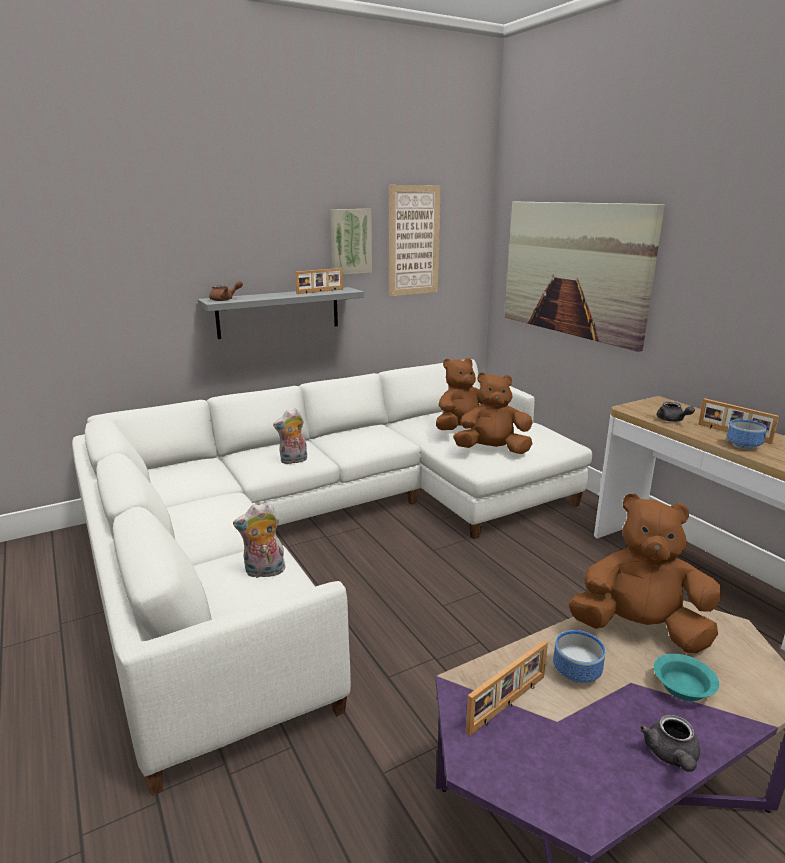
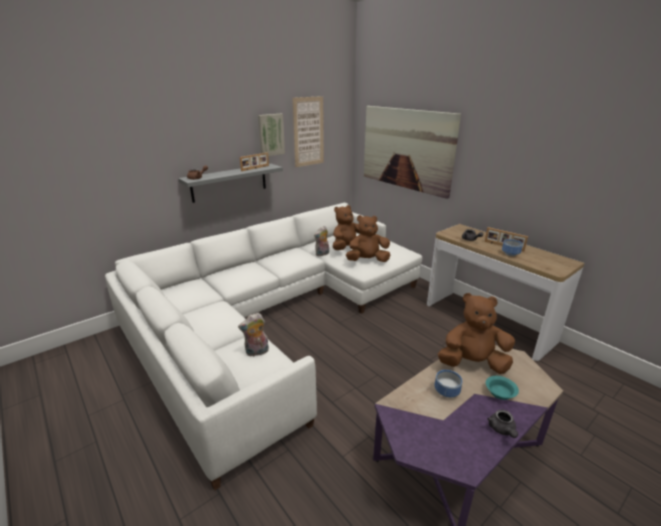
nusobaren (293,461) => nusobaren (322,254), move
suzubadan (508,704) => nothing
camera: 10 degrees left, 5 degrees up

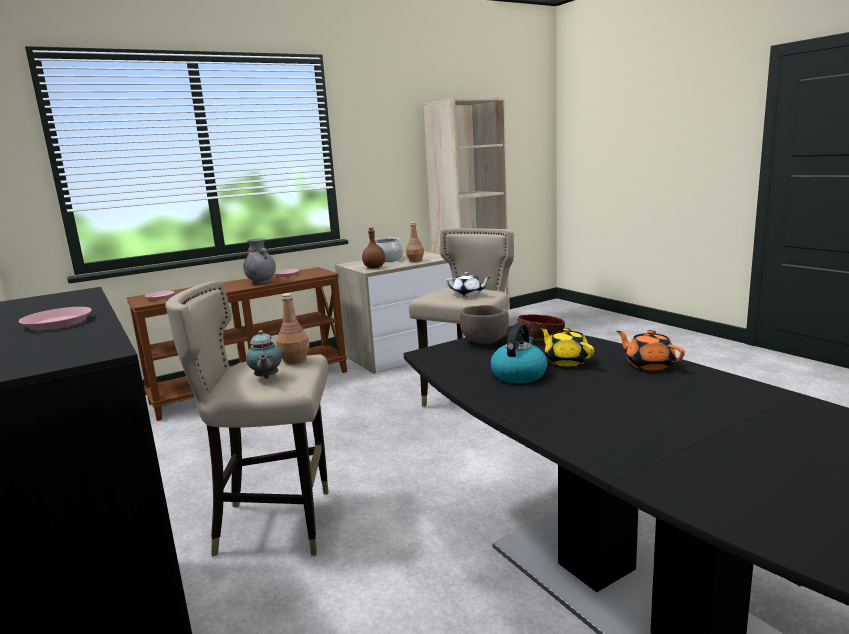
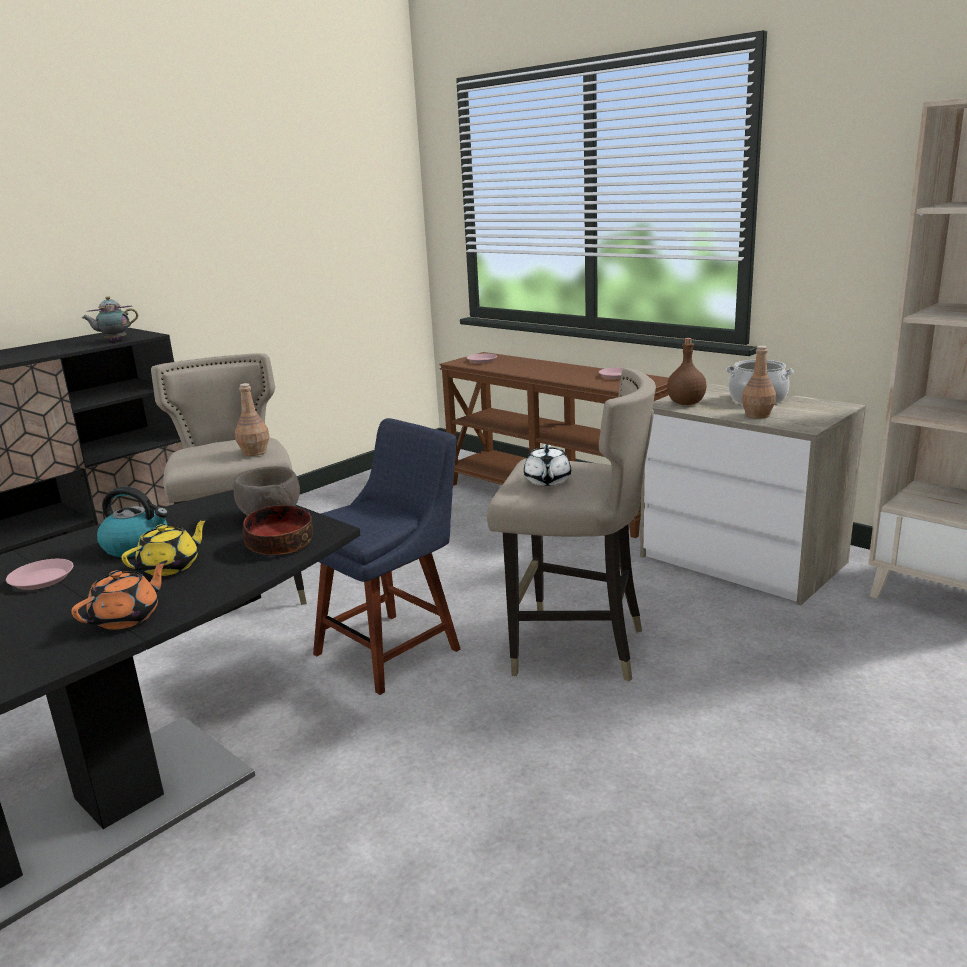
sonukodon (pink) (57,323) => sonukodon (pink) (42,579), move
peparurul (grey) (262,282) => nothing
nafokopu (266,378) => nafokopu (114,341), move
nothing => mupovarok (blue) (392,648)
camera: 75 degrees right, 5 degrees up

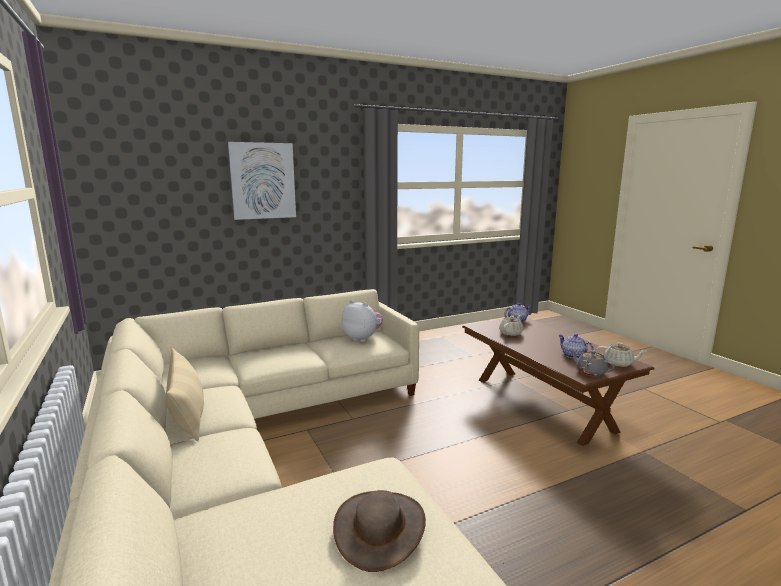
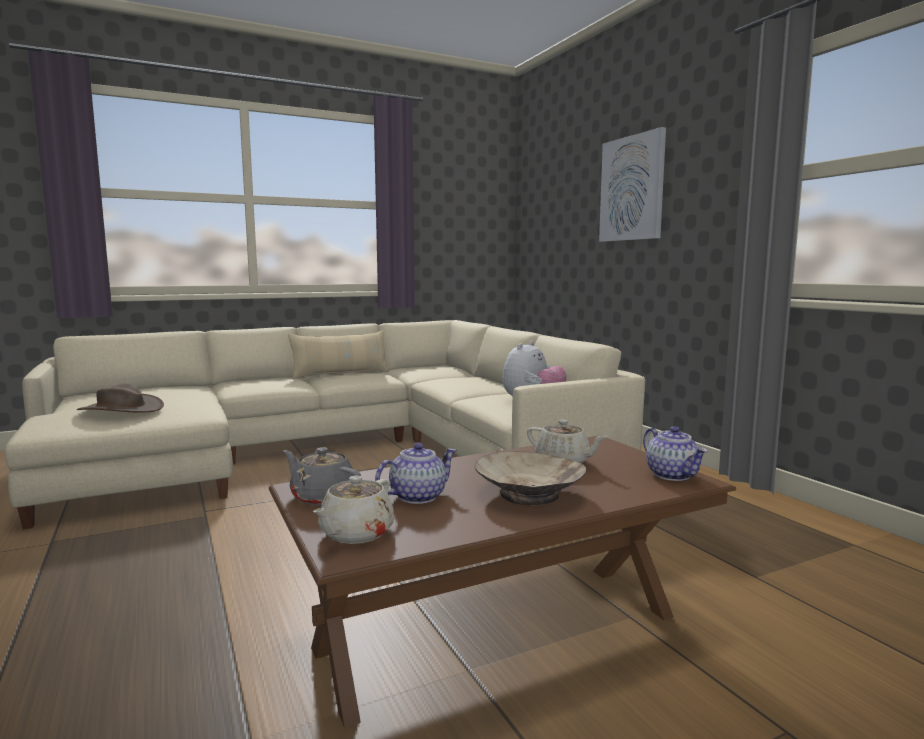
nafokopu (grey) (590,372) => nafokopu (grey) (322,497), 105 degrees counterclockwise
nothing => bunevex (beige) (530,494)
camera: 90 degrees right, 5 degrees down

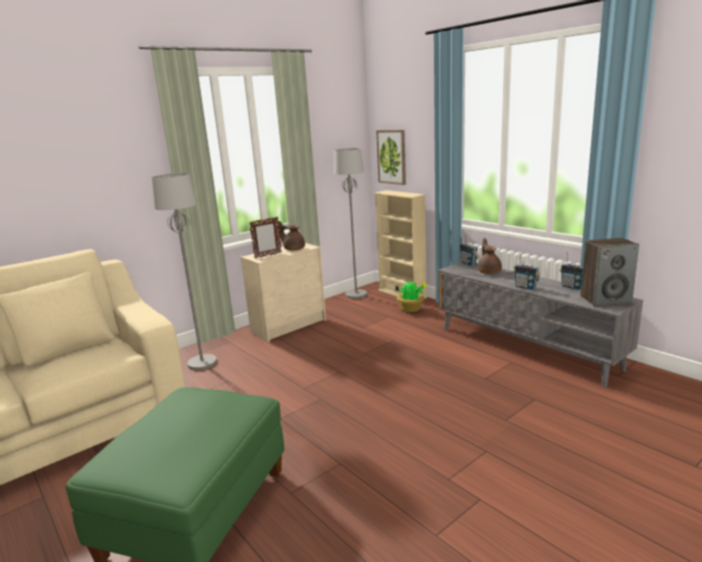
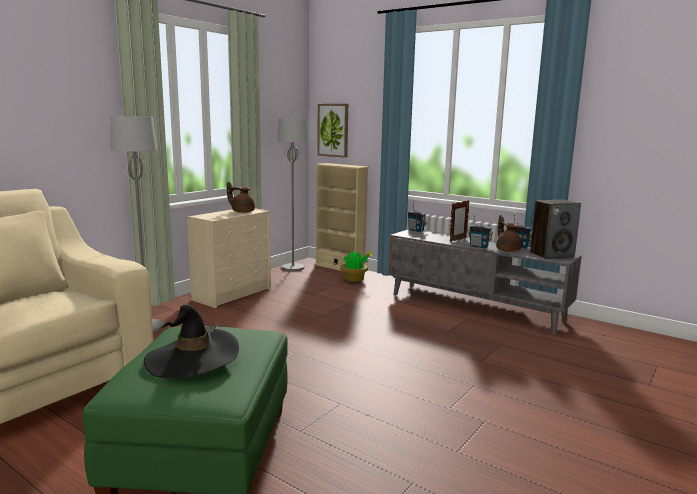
suzubadan (267,255) => suzubadan (457,240), move
nafokopu (brown) (489,272) => nafokopu (brown) (507,250), move
nothing => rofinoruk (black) (192,359)
camera: 15 degrees left, 5 degrees down

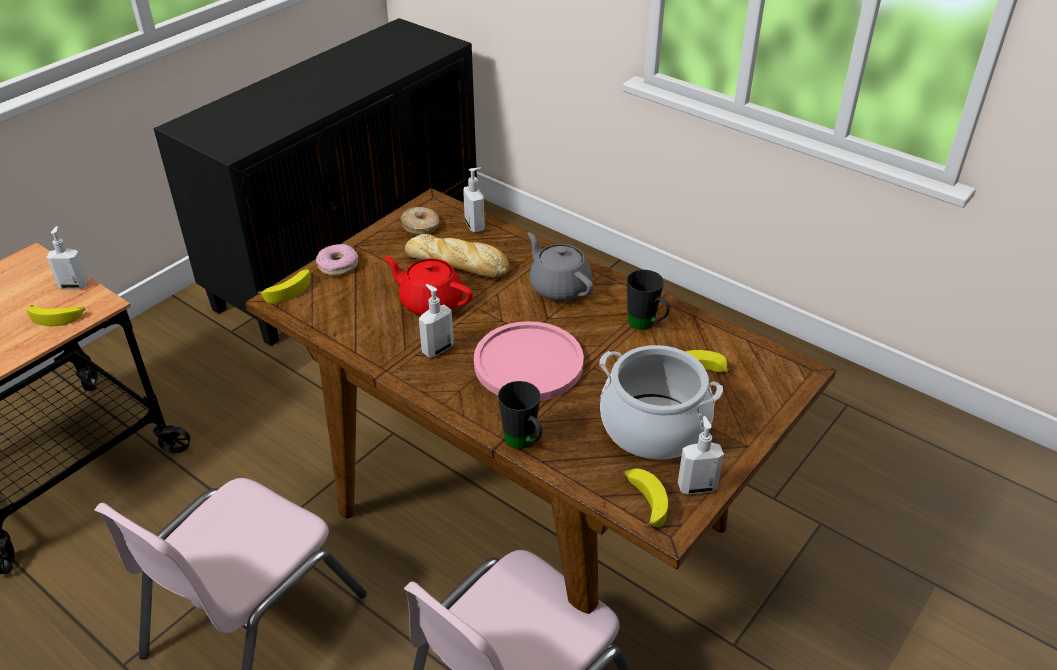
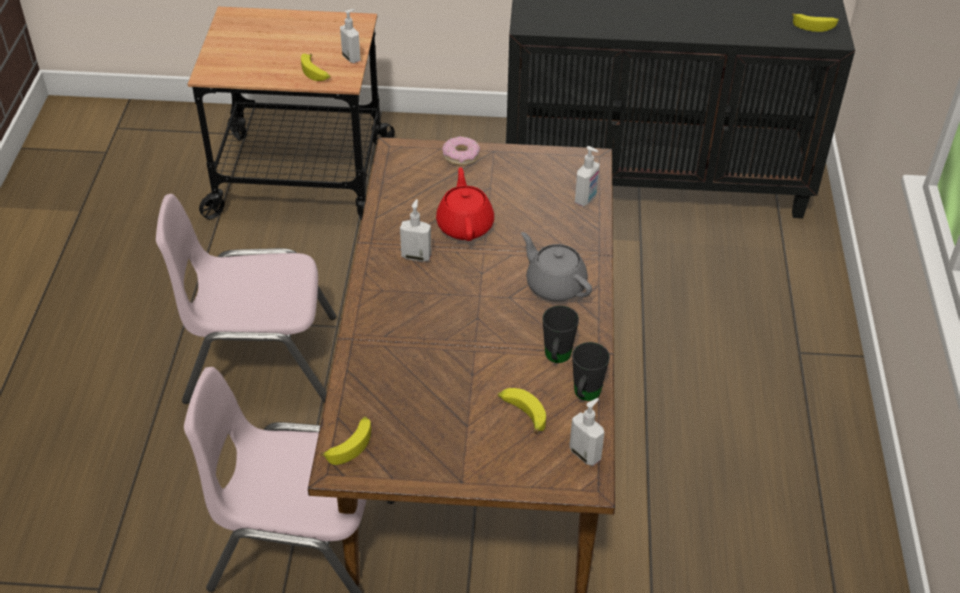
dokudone (289,290) => dokudone (815,25), move
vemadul (421,226) => nothing
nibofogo (459,264) => nothing
sonukodon (pink) (528,363) => nothing
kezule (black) (524,443) => kezule (black) (585,396), move
nafokopu (grey) (559,287) => nafokopu (grey) (555,285), 60 degrees counterclockwise
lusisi (654,427) => nothing
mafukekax (696,486) => mafukekax (585,454), move
camera: 55 degrees right, 5 degrees up

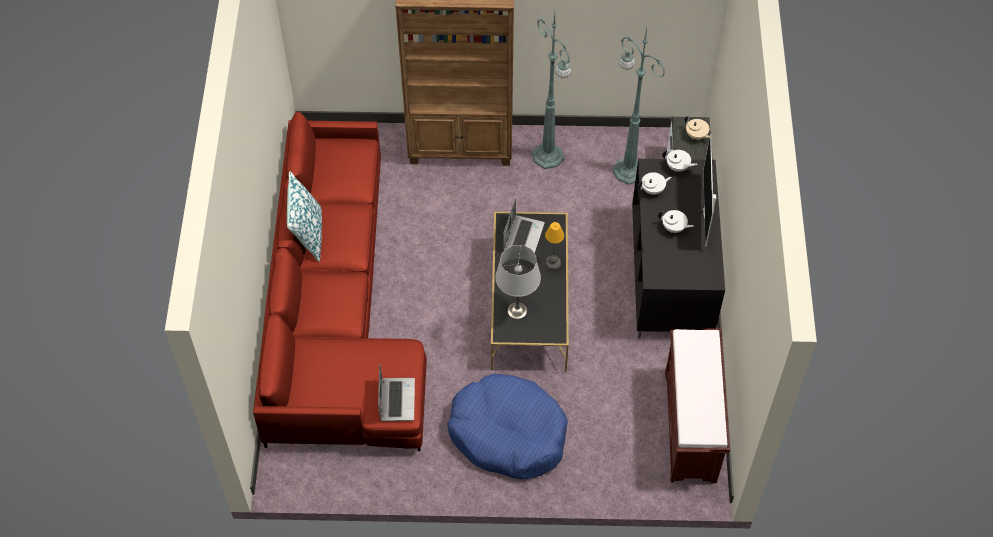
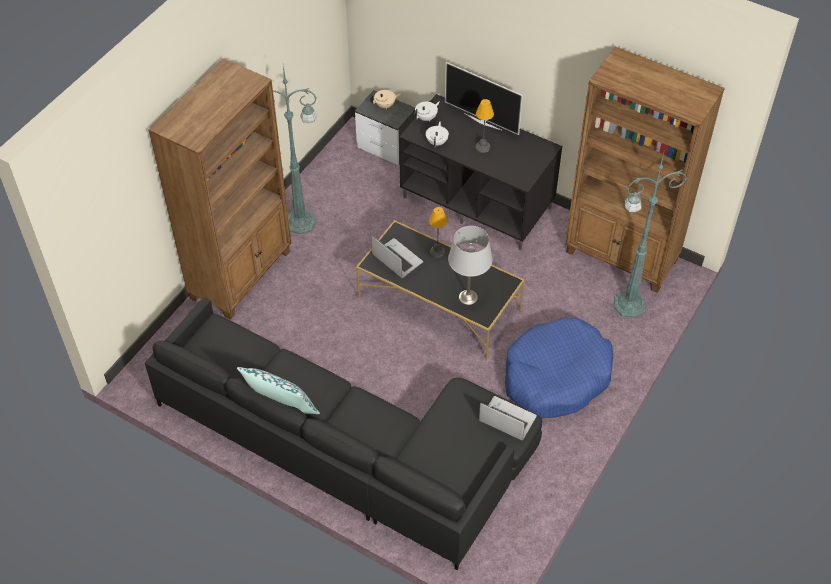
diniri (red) (336,314) => diniri (black) (351,448)
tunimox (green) (627,170) => tunimox (green) (627,305), move
nafokopu (white) (674,228) => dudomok (483,147)
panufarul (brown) (691,427) => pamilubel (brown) (622,257)
camera: 60 degrees left, 5 degrees down

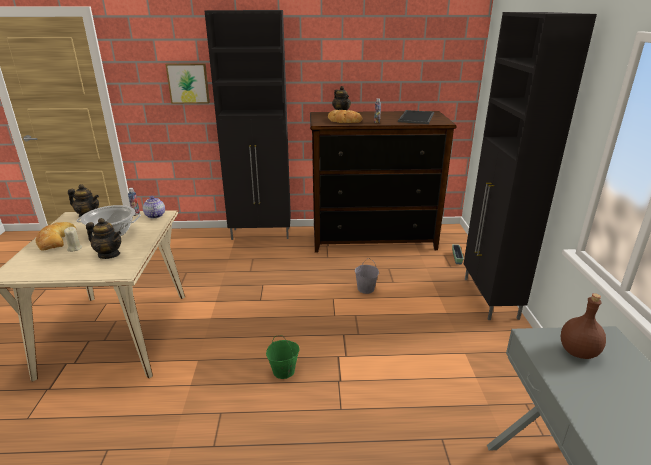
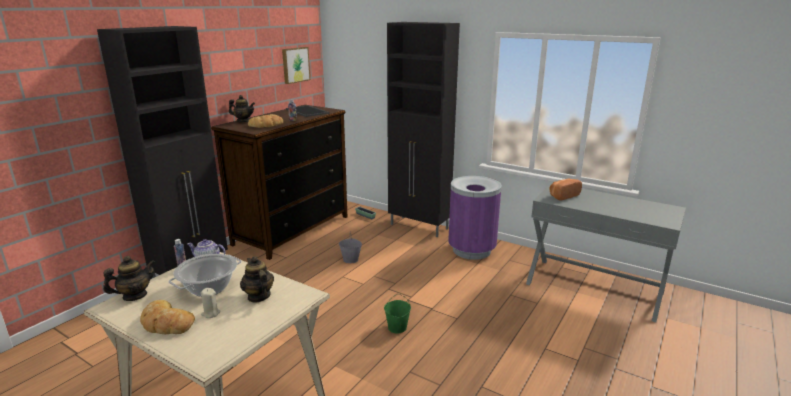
nafokopu (109,254) => nafokopu (258,296), 90 degrees counterclockwise
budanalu (188,83) => budanalu (295,65), move
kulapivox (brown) (579,352) => nibofogo (562,196)
nothing => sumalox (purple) (471,250)
camera: 55 degrees left, 5 degrees down

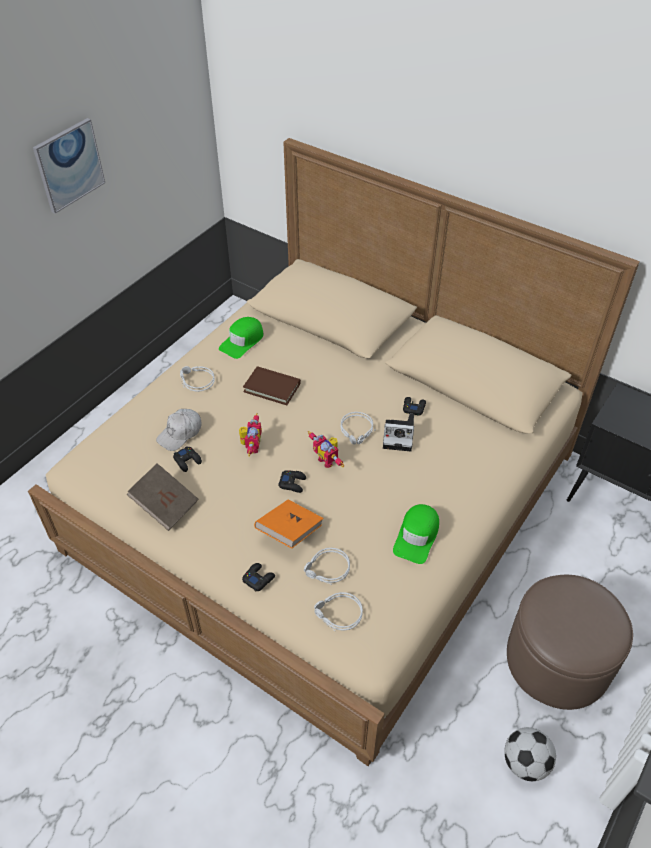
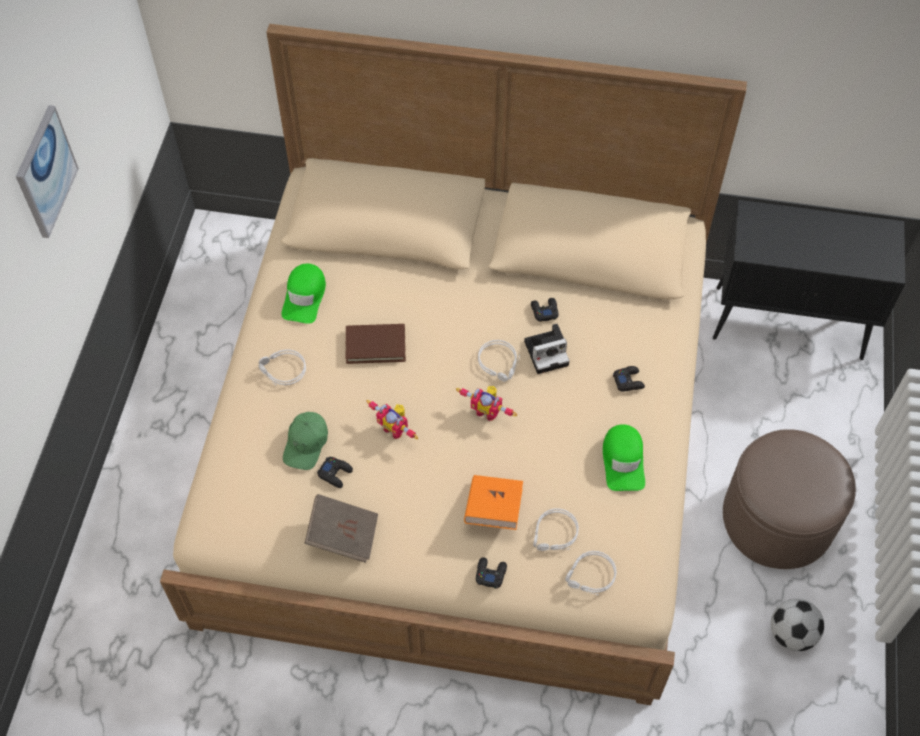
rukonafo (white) (180,433) => rukonafo (green) (306,444)
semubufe (251,447) => semubufe (395,428), 150 degrees clockwise
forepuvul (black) (292,483) => forepuvul (black) (628,381), move
camera: 25 degrees left, 10 degrees up

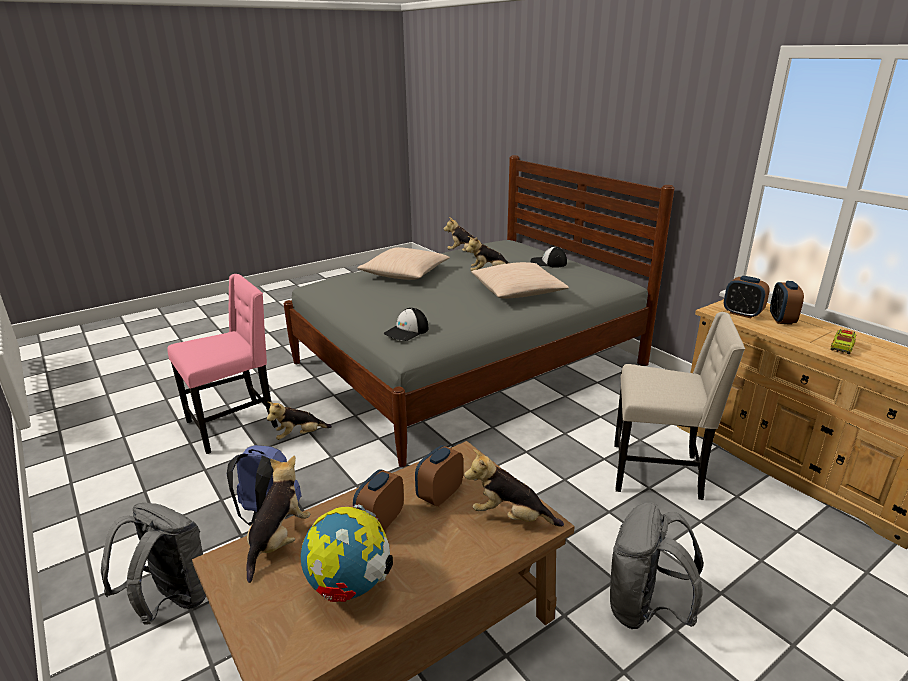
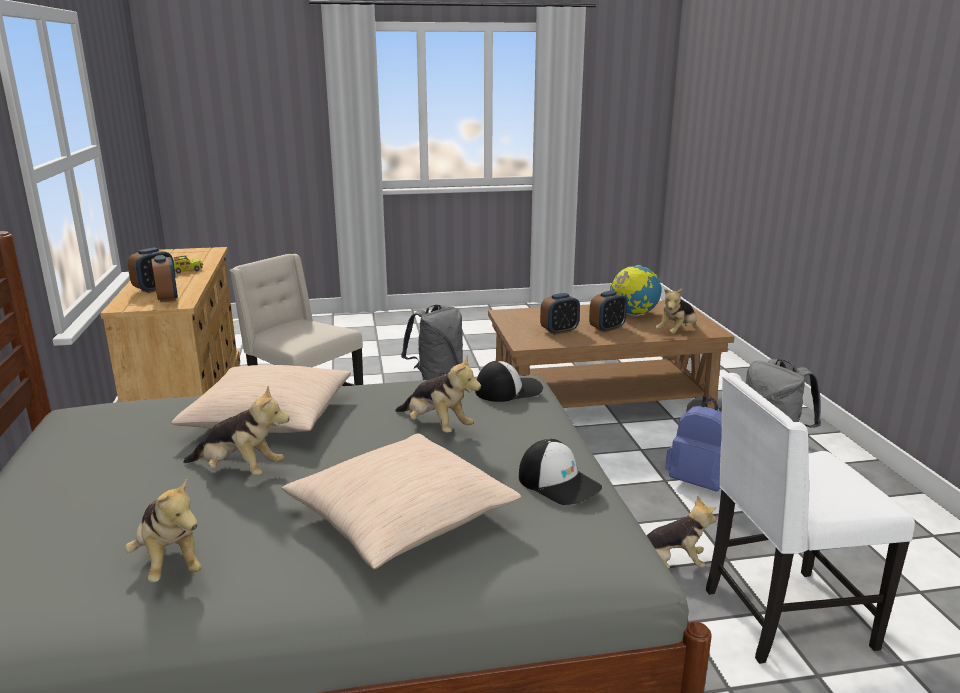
mupovarok (pink) (234,424) => mupovarok (white) (783,618)
nusobaren (511,517) => nusobaren (436,427), move
rukonafo (548,263) => rukonafo (559,483), move
camera: 155 degrees left, 5 degrees down

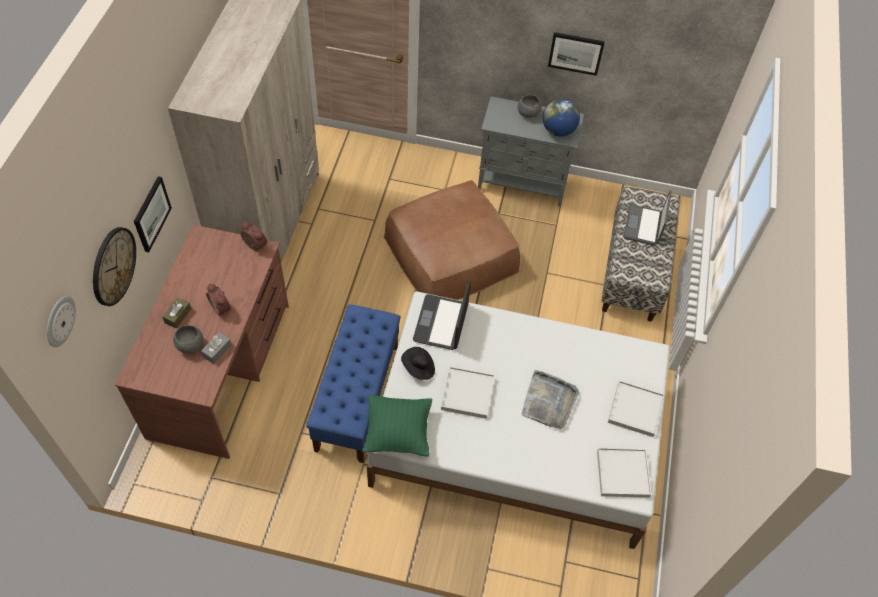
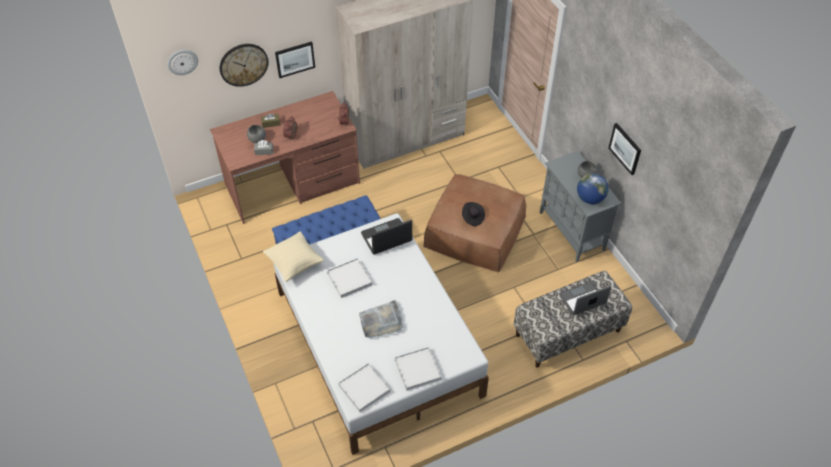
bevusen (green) (398,433) => bevusen (beige) (294,263)
rofinoruk (black) (418,368) => rofinoruk (black) (472,217), move
camera: 55 degrees right, 5 degrees down

